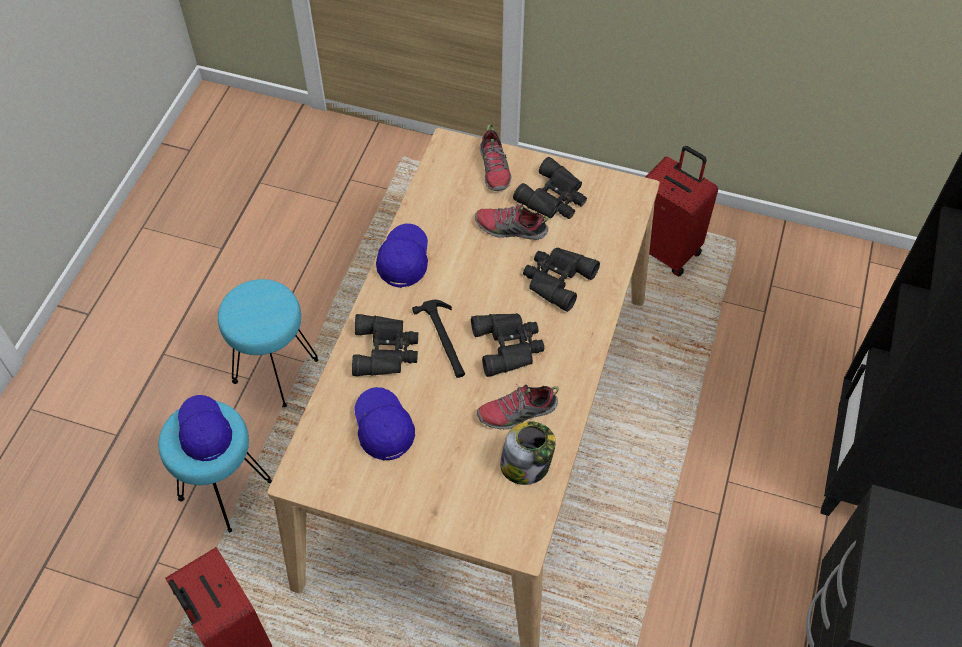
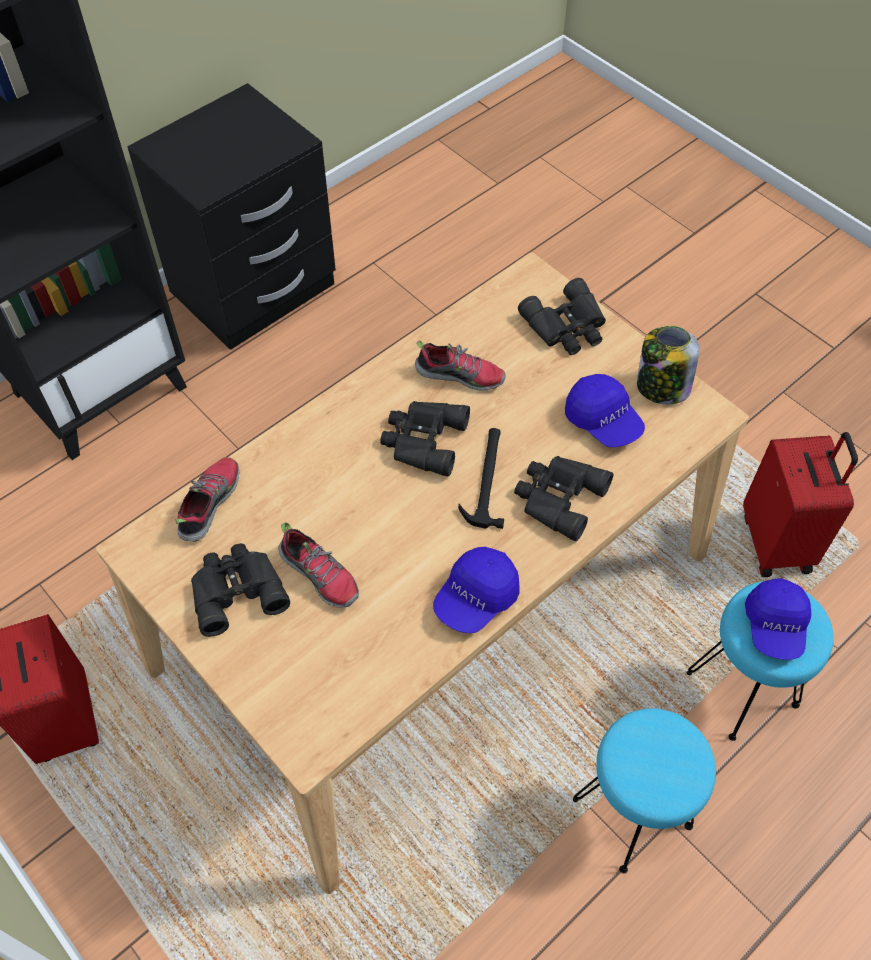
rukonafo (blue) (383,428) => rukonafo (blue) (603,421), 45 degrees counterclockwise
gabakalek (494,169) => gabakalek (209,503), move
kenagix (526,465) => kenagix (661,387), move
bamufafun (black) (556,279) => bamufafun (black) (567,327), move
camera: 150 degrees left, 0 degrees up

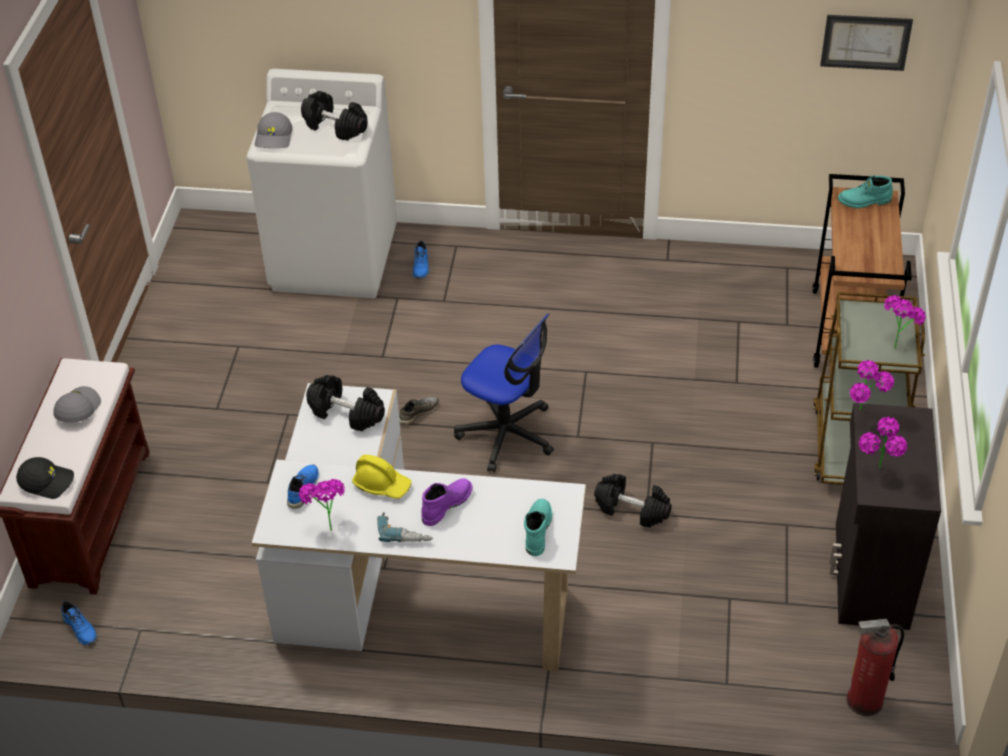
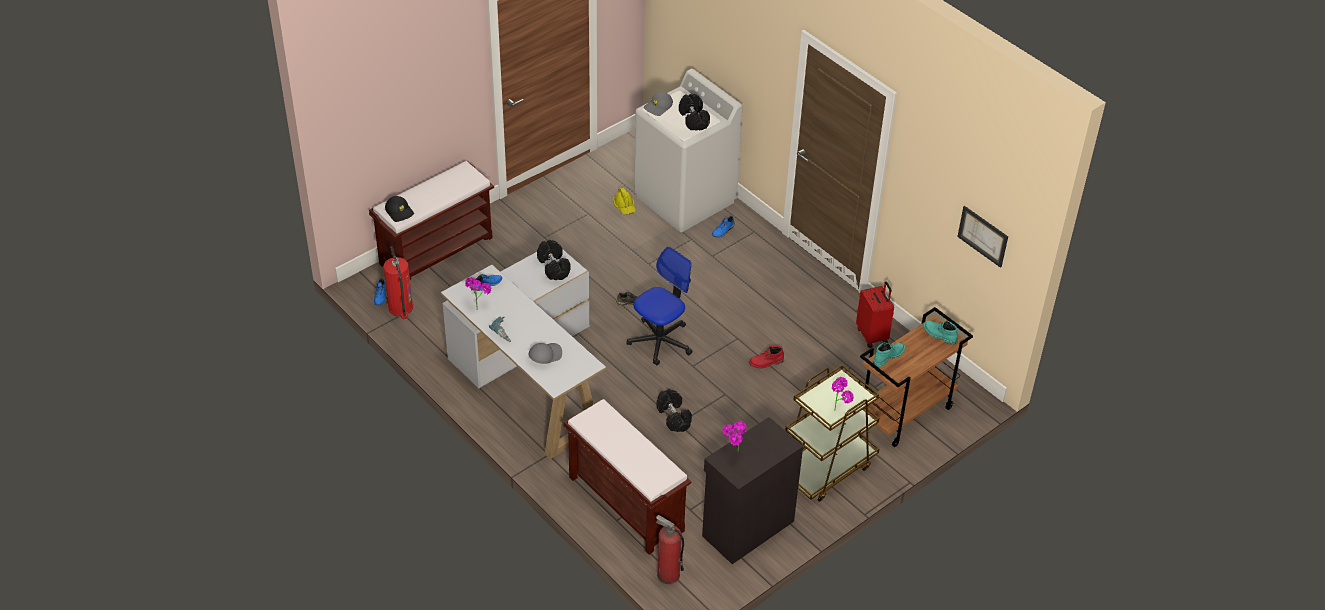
rukonafo (grey) (77,409) => rukonafo (grey) (545,355), move
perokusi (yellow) (382,484) => perokusi (yellow) (624,206), move
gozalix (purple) (446,504) => nothing
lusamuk (507,434) => lusamuk (660,341), 120 degrees counterclockwise
gozalix (turquoise) (536,530) => gozalix (turquoise) (888,356), move
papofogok (864,416) => nothing
nothing => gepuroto (400,308)
nothing => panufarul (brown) (624,503)
nothing => gozalix (red) (766,363)
nothing => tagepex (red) (872,335)
camera: 40 degrees right, 0 degrees up

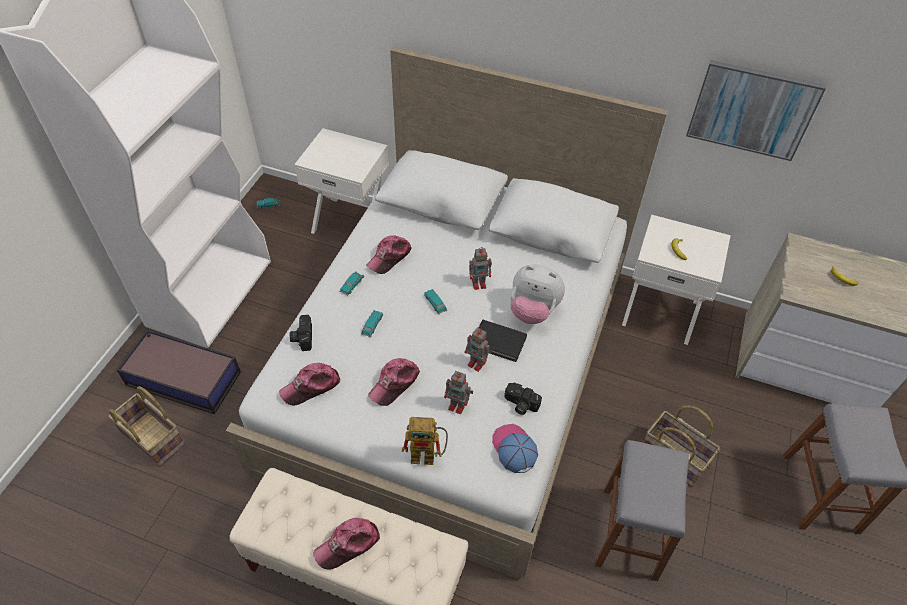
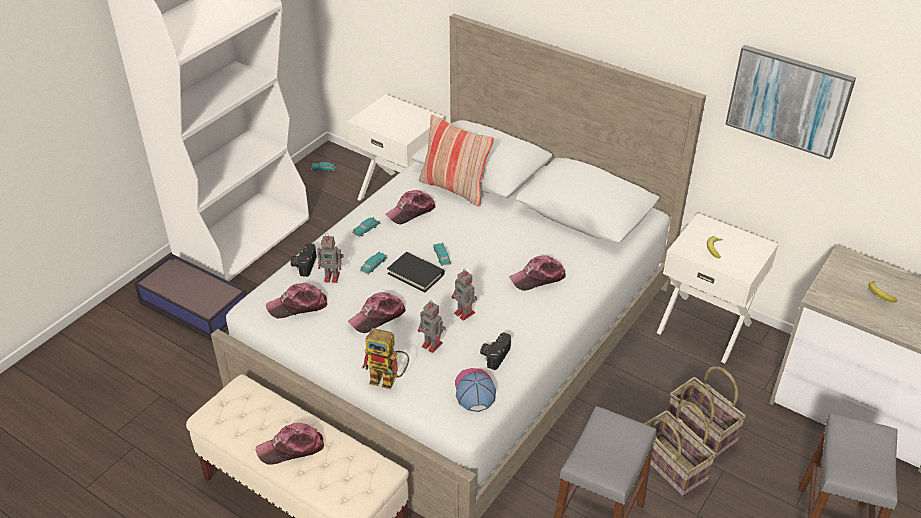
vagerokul (154,438) => vagerokul (702,429), move
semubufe (479,283) => semubufe (333,277), move
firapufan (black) (499,342) => firapufan (black) (416,274), move
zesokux (520,404) => zesokux (494,355), 75 degrees clockwise
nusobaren (533,311) => rukonafo (538,278)
nothing => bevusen (455,188)
camera: 15 degrees right, 10 degrees down

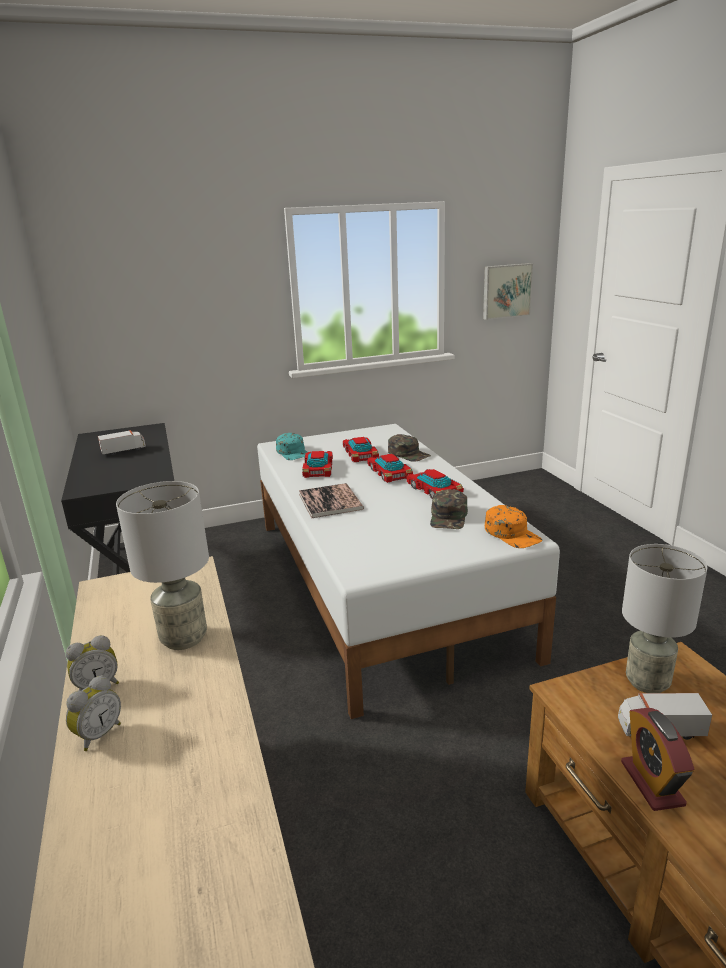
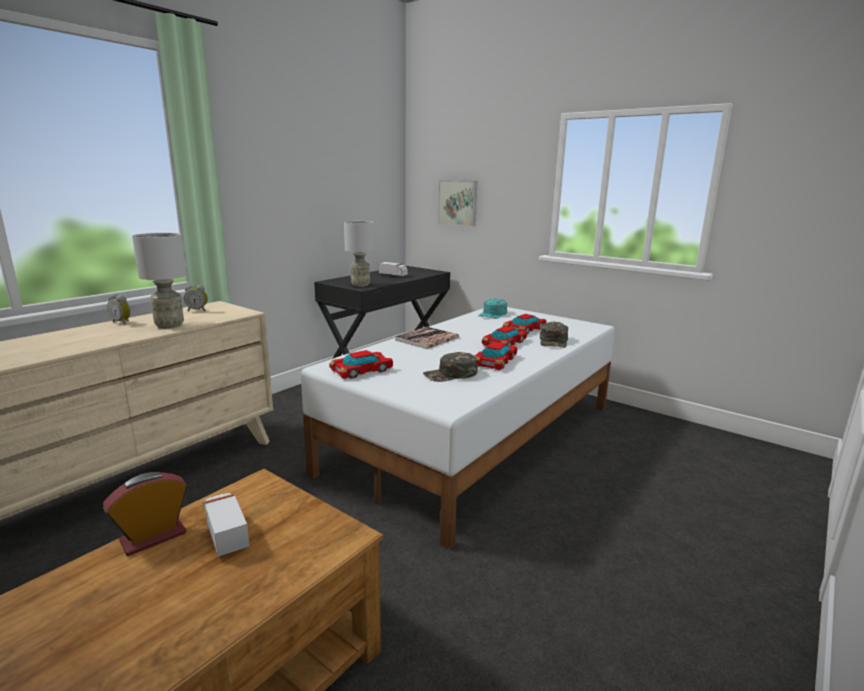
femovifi (98,734) => femovifi (197,310), move
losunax (319,469) => losunax (362,370), move
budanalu (506,291) => budanalu (458,202), move
rukonafo (orange) (512,534) => nothing
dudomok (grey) (646,682) => dudomok (grey) (360,285), move
camera: 55 degrees right, 5 degrees down

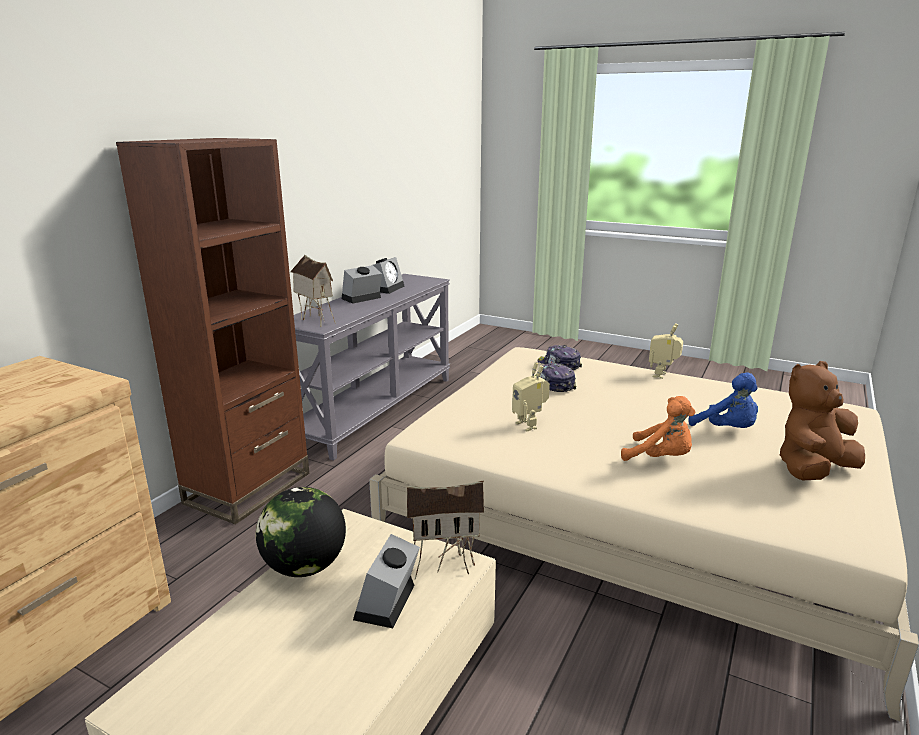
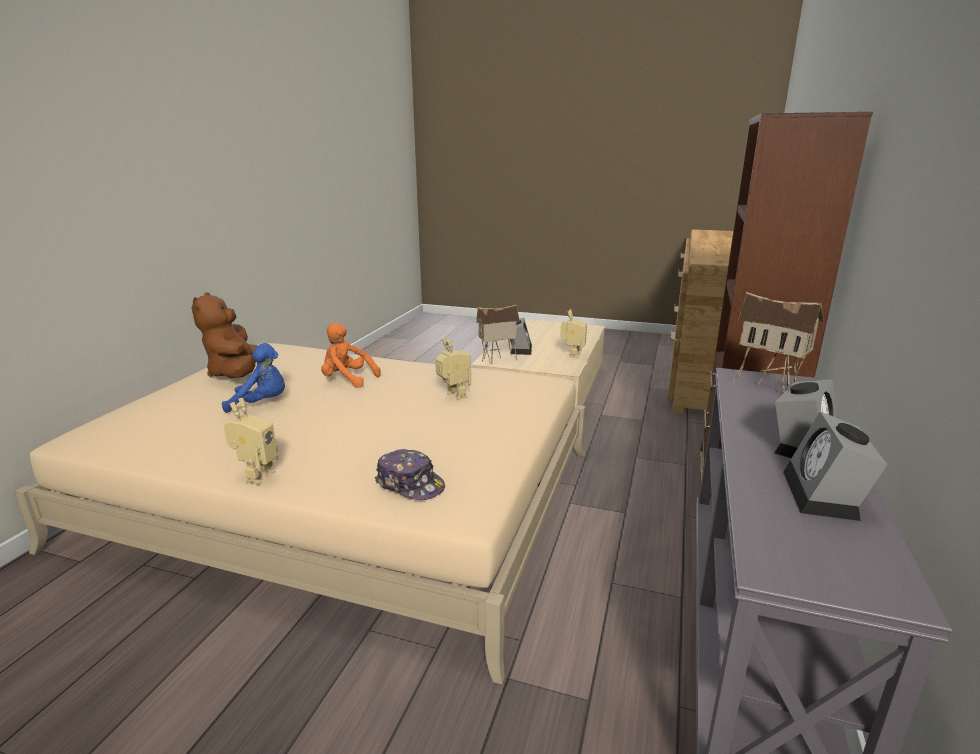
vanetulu (305,567) => semubufe (572,355)
rukonafo (553,384) => nothing
nusobaren (blue) (727,430) => nusobaren (blue) (262,404), 135 degrees clockwise
nusobaren (brown) (813,470) => nusobaren (brown) (236,374), 120 degrees clockwise
camera: 170 degrees right, 0 degrees up

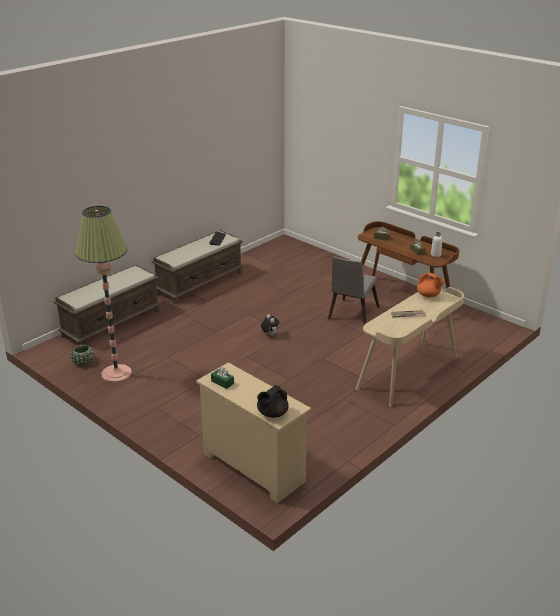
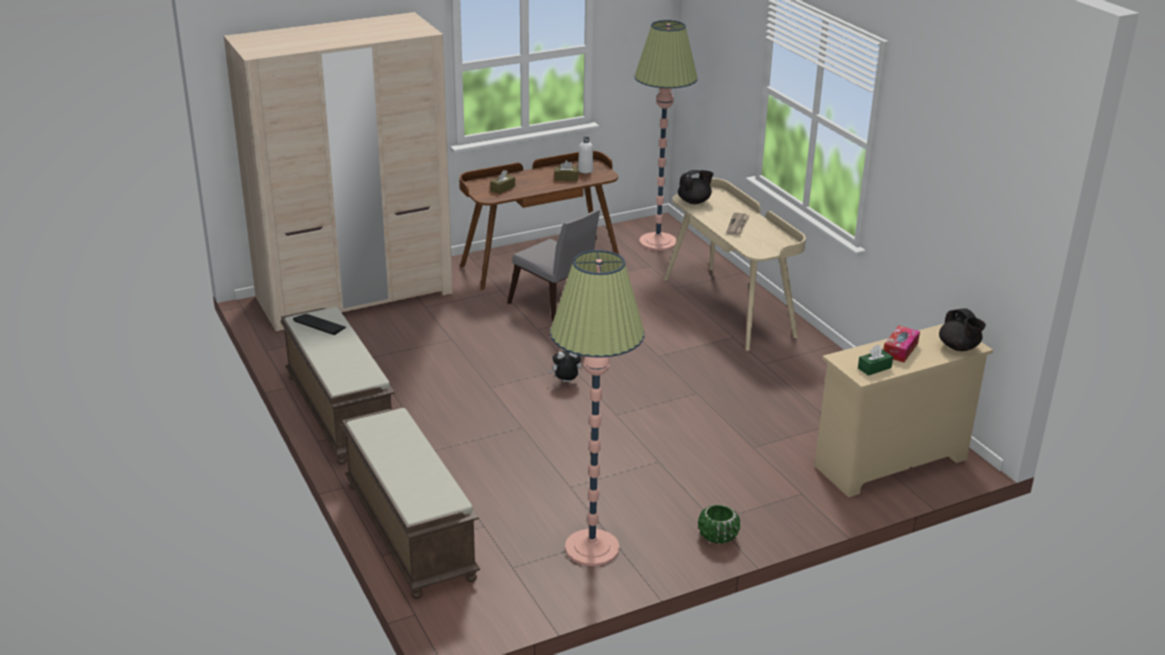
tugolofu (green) (83,362) => tugolofu (green) (718,536), move
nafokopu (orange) (428,295) => nafokopu (black) (694,201)
nothing => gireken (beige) (354,296)
nothing => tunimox (658,242)
nothing => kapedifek (900,350)
camera: 70 degrees left, 0 degrees up

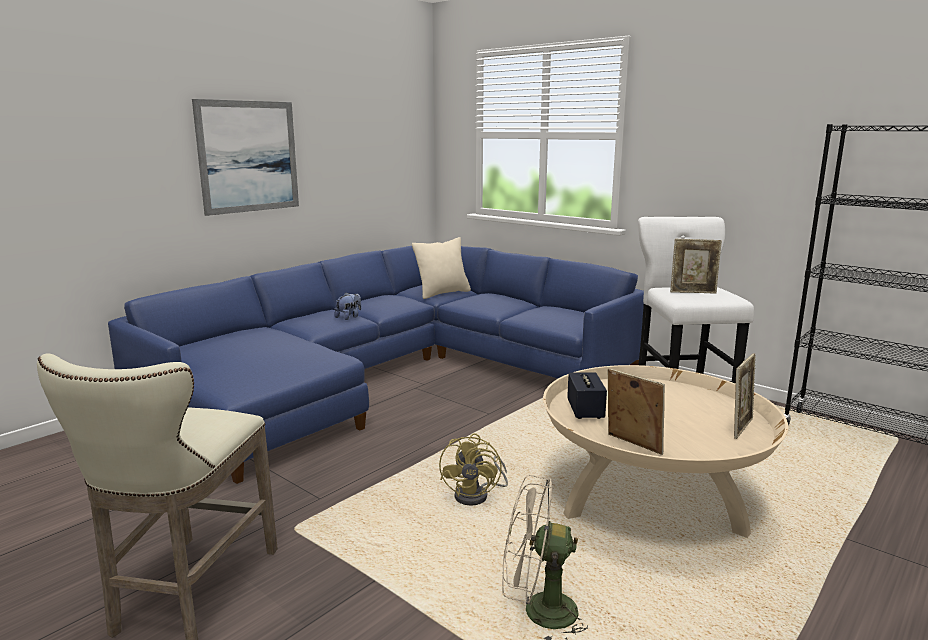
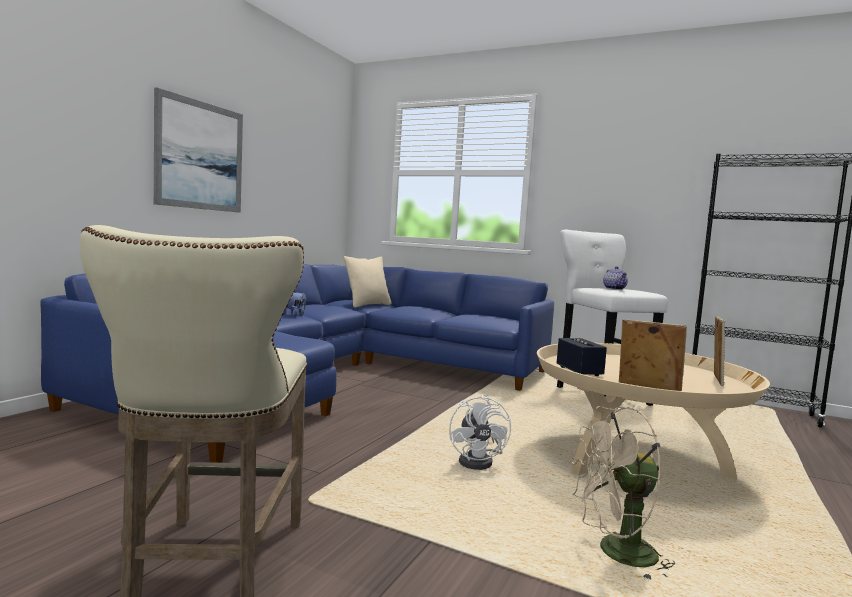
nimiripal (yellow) (477,495) => nimiripal (white) (480,462)
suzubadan (693,292) => nafokopu (615,289)
camera: 15 degrees left, 10 degrees down

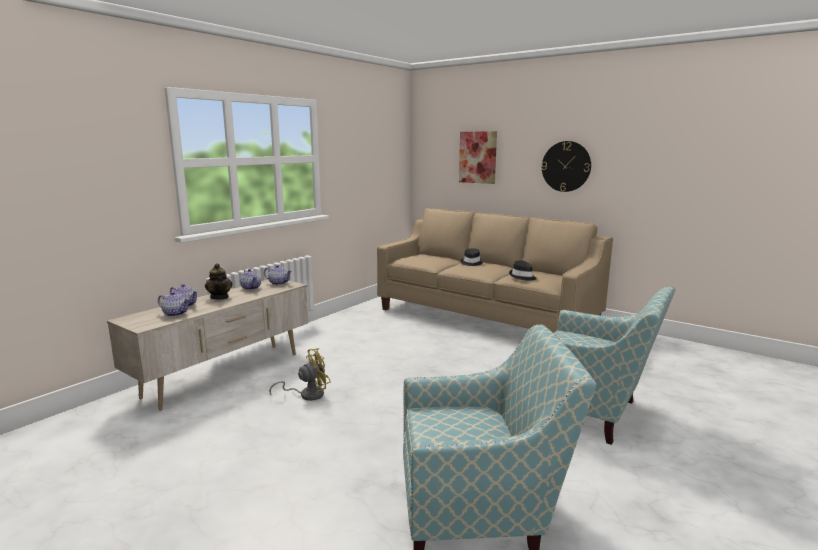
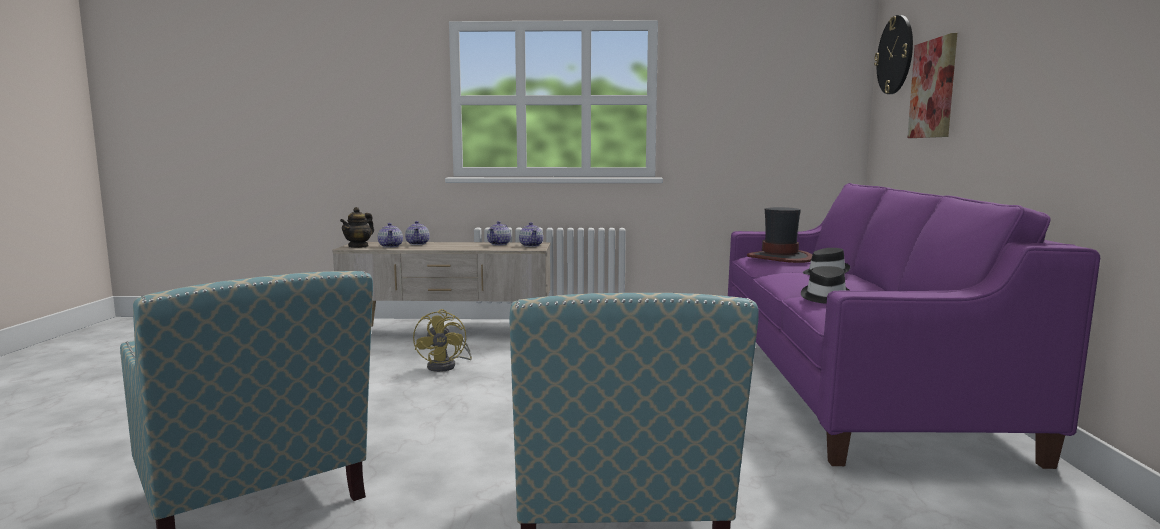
nafokopu (220,297) => nafokopu (358,246), move
nimiripal (yellow) (307,394) => nimiripal (yellow) (447,366), 60 degrees clockwise
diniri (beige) (486,317) => diniri (purple) (850,382)
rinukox (566,166) => rinukox (895,55), move
nothing => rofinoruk (780,258)
camera: 55 degrees right, 5 degrees down

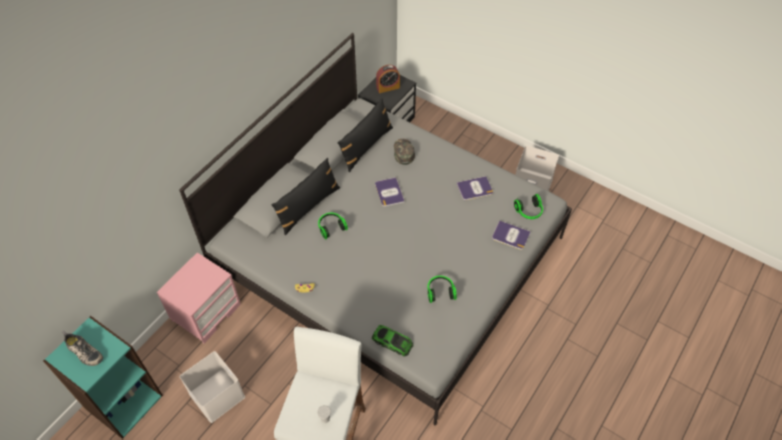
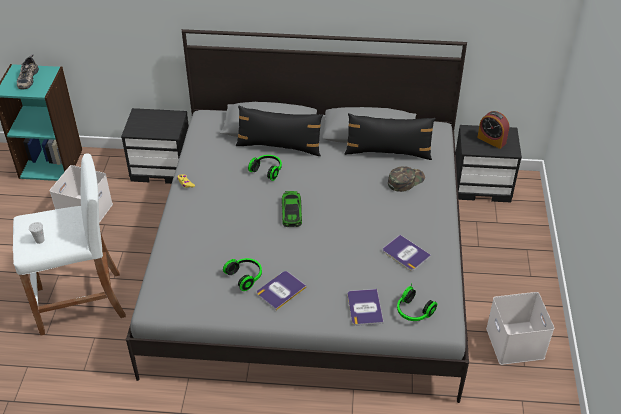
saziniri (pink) (206,311) => saziniri (black) (162,167)
losunax (392,342) => losunax (291,212), move
firapufan (389,192) => firapufan (281,290), move
camera: 60 degrees right, 10 degrees down

